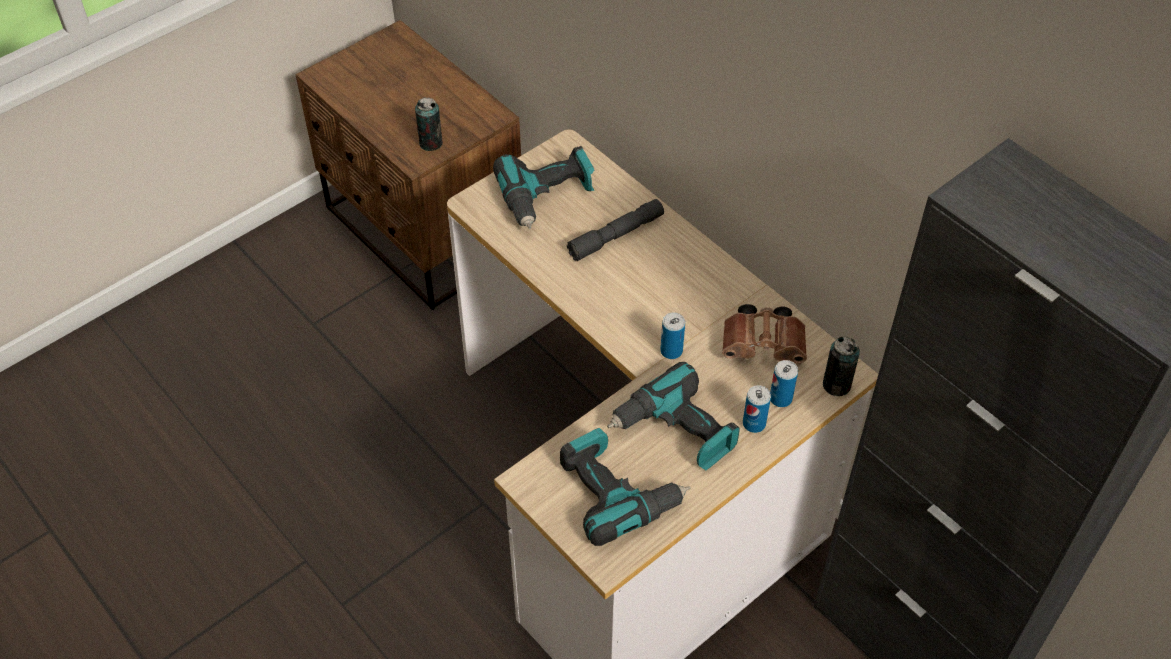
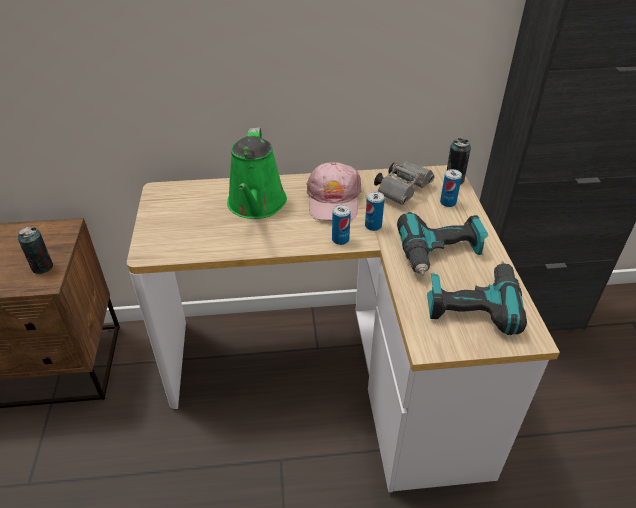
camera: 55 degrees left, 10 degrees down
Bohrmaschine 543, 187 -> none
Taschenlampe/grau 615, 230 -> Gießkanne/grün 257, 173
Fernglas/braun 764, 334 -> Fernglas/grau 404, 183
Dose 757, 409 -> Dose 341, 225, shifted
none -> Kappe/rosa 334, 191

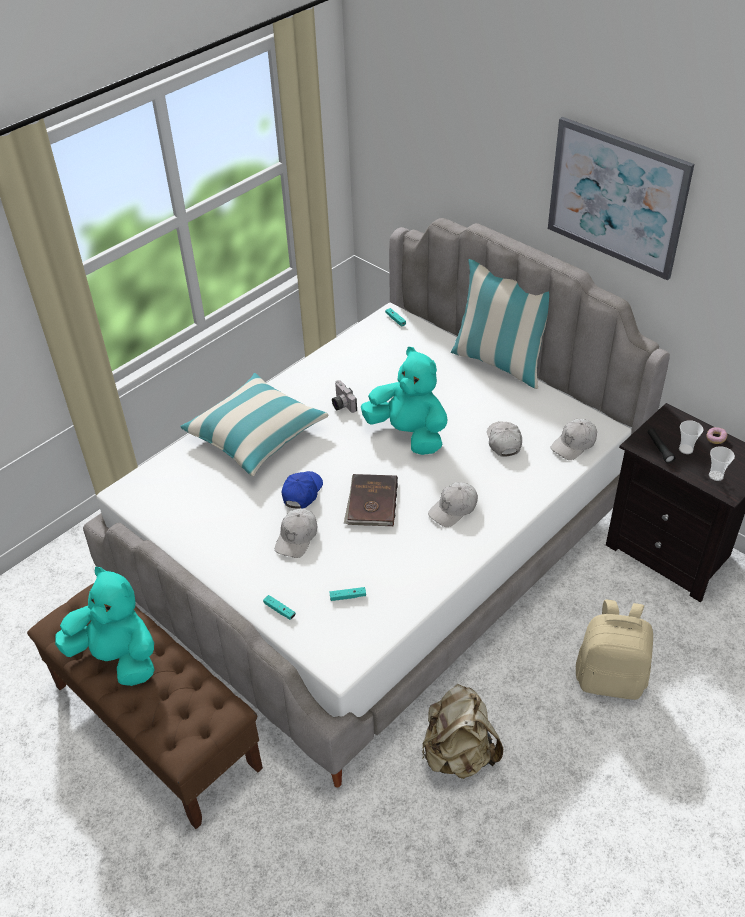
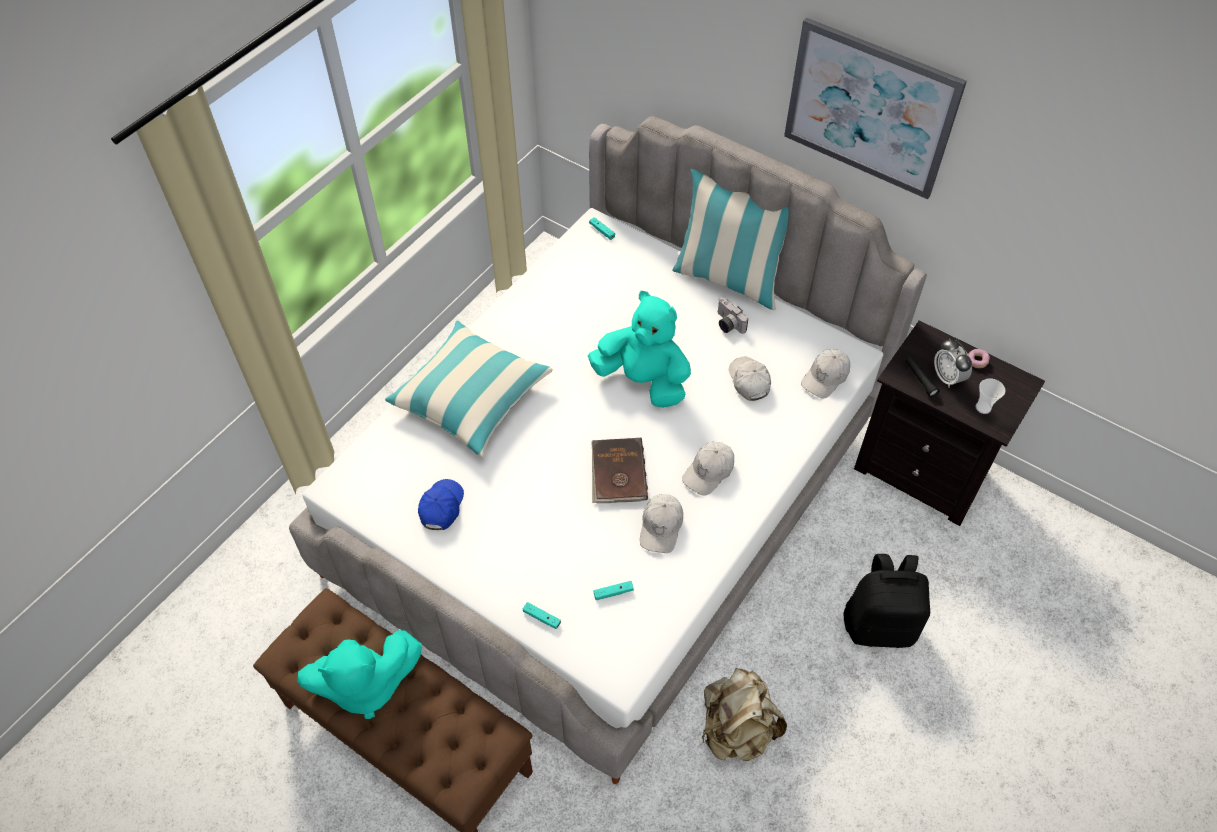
camera: 10 degrees left, 10 degrees up
Plüschtier/türkis 105, 626 -> Plüschtier/türkis 359, 674, 150 degrees clockwise
Kappe/weiß 296, 533 -> Kappe/weiß 661, 523, shifted
Kappe/blau 302, 490 -> Kappe/blau 441, 504, shifted
Kamera 344, 396 -> Kamera 733, 315, shifted
Rucksack/beige 614, 649 -> Rucksack/schwarz 887, 601
Tasse 691, 437 -> Wecker 953, 363

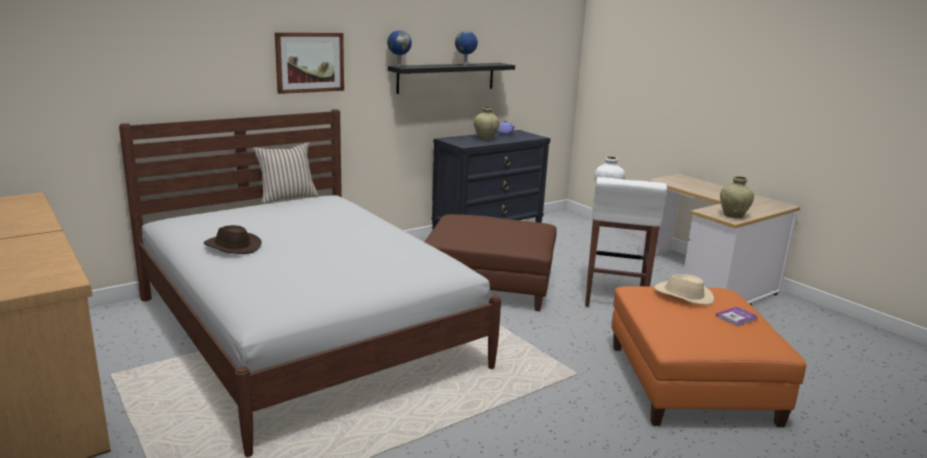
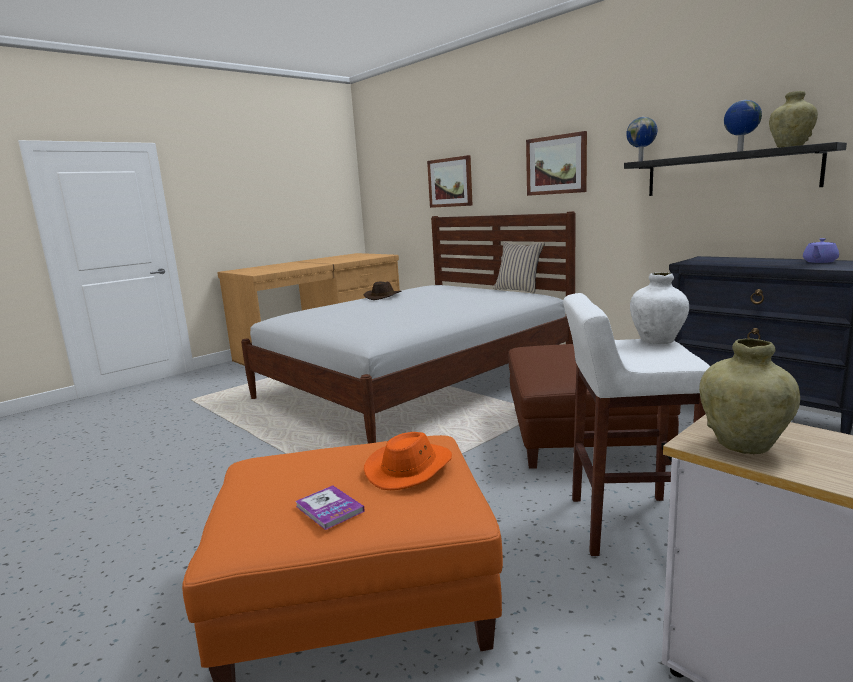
camera: 85 degrees right, 5 degrees down
Vase/beige 486, 124 -> Vase/beige 793, 119, shifted
Hut/beige 684, 289 -> Hut/orange 408, 461
none -> Bild 449, 181

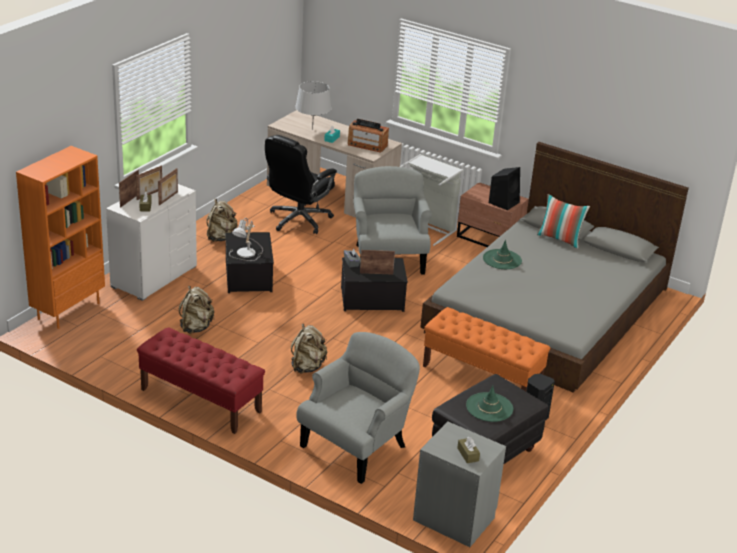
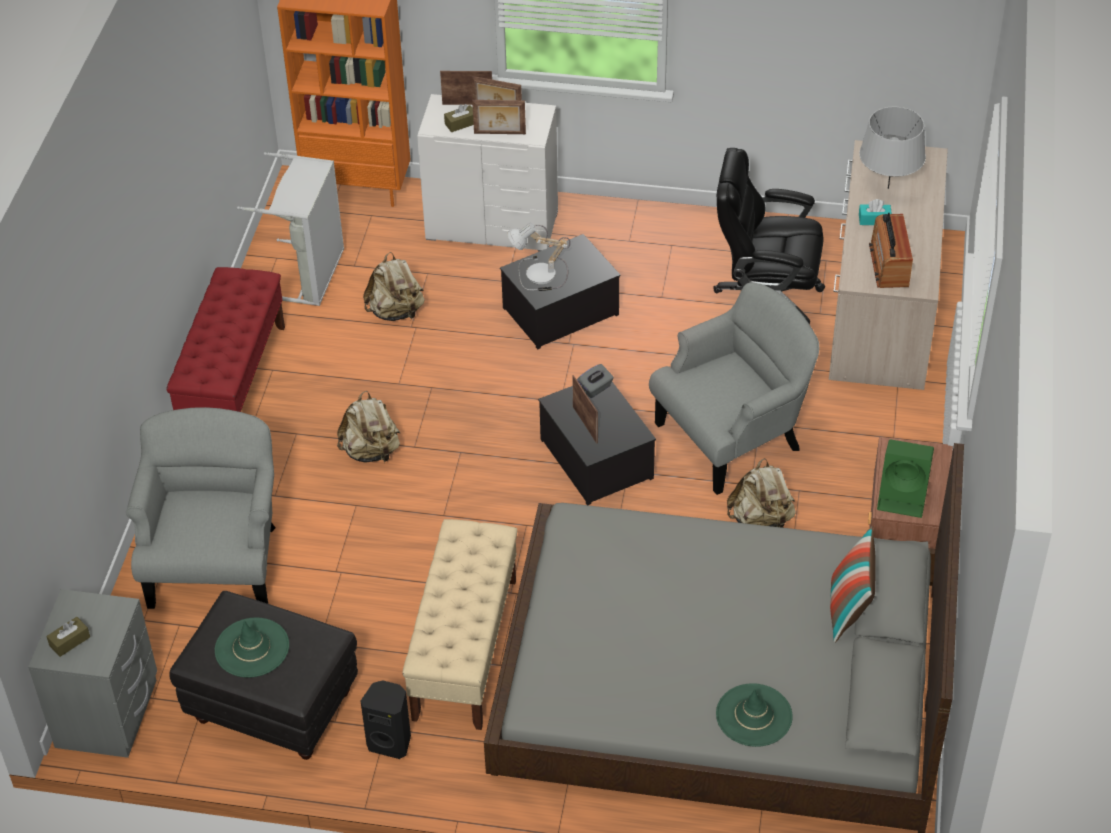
camera: 70 degrees right, 15 degrees up
Rucksack/beige 222, 220 -> Rucksack/beige 761, 493, shifted
Sessel/grau 358, 408 -> Sessel/grau 201, 508, 105 degrees counterclockwise
Wäschekorb/grau 431, 200 -> Wäschekorb/grau 290, 229, shifted
Bank/orange 486, 349 -> Bank/beige 459, 624
Hut/grün 502, 254 -> Hut/grün 754, 715, shifted
Lautsprecher/schwarz 504, 188 -> Lautsprecher/grün 905, 478

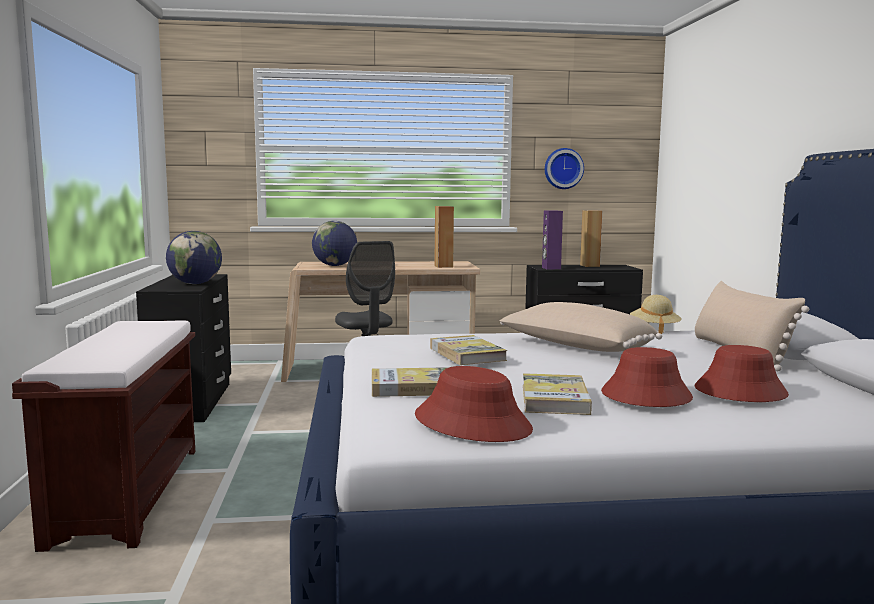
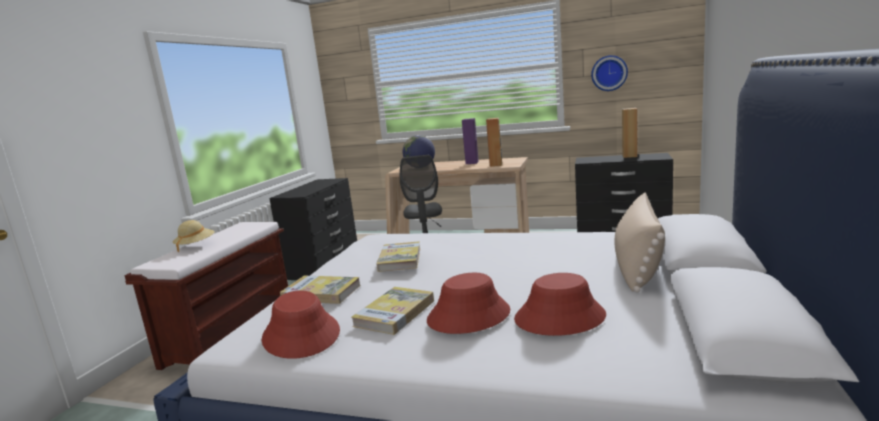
camera: 25 degrees right, 5 degrees up
Globus 194, 257 -> none
Kissen/beige 581, 327 -> none
Lautsprecher/lila 552, 240 -> Lautsprecher/lila 470, 141, shifted
Hut/beige 656, 314 -> Hut/beige 194, 236, shifted

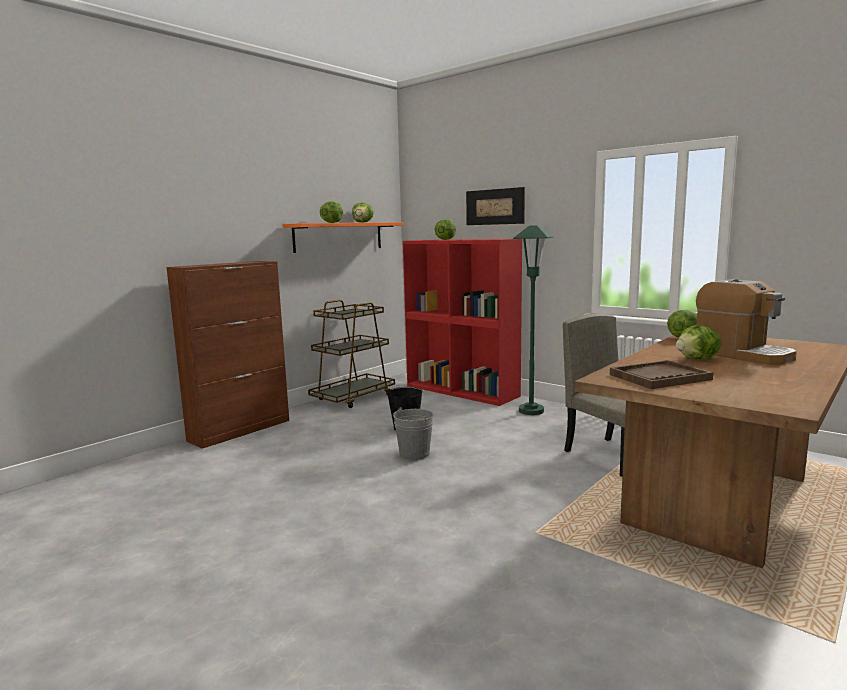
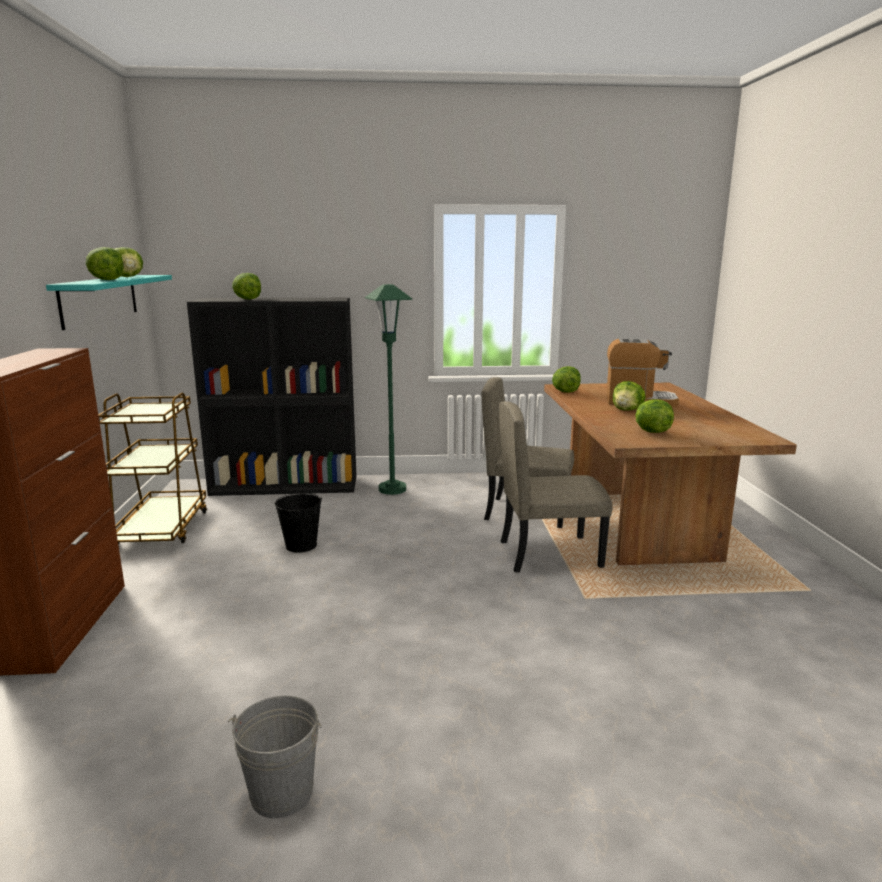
camera: 45 degrees left, 5 degrees up
Wandregal/orange 343, 237 -> Wandregal/türkis 109, 302
Eimer/grau 413, 433 -> Eimer/grau 275, 757, shifted
Bücherregal/rot 462, 322 -> Bücherregal/schwarz 272, 397
Bild 495, 206 -> none
Tablett/braun 661, 374 -> Salatkopf 654, 416
none -> Stuhl/beige 556, 486

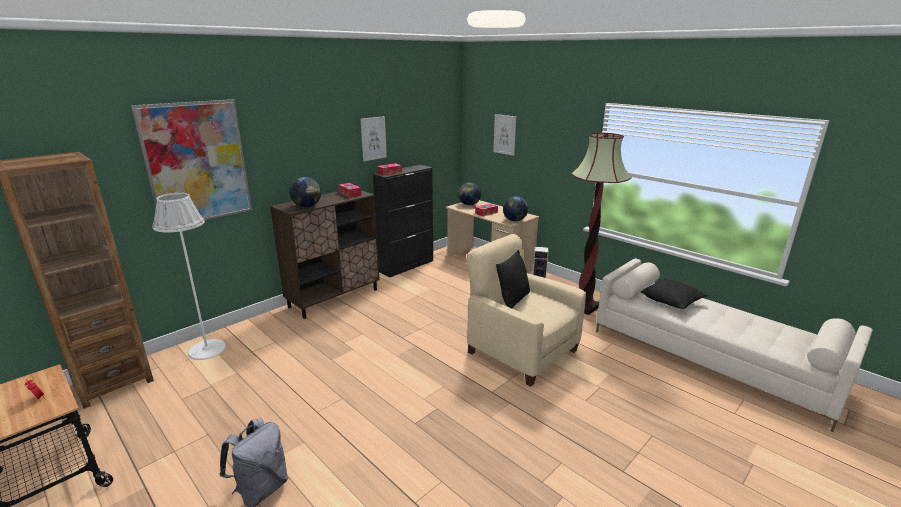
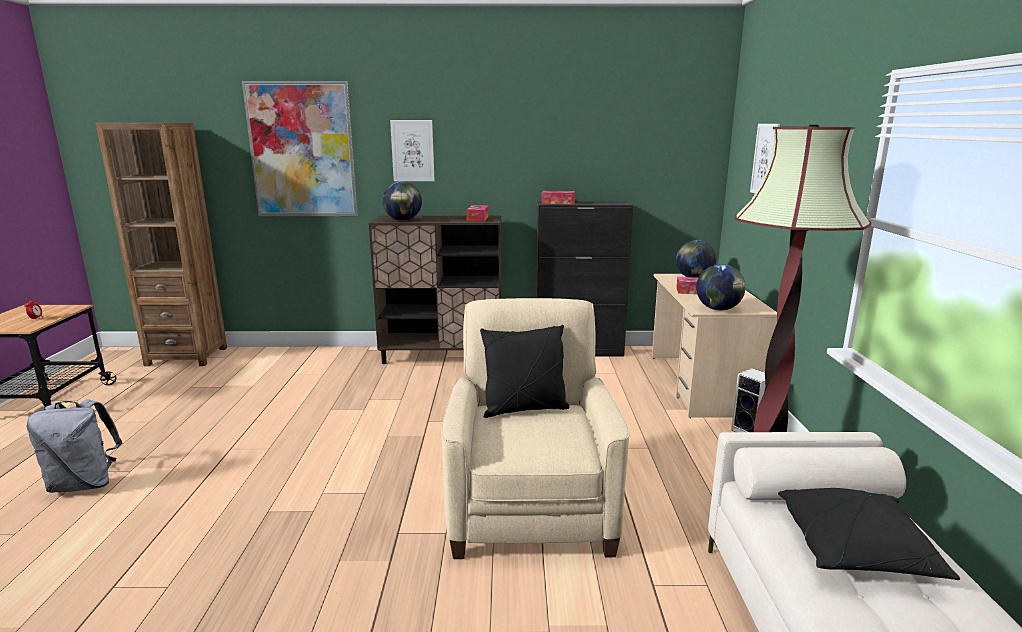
camera: 45 degrees right, 5 degrees down
Stehlampe/weiß 189, 276 -> none
Bild 374, 138 -> Bild 412, 150, shifted

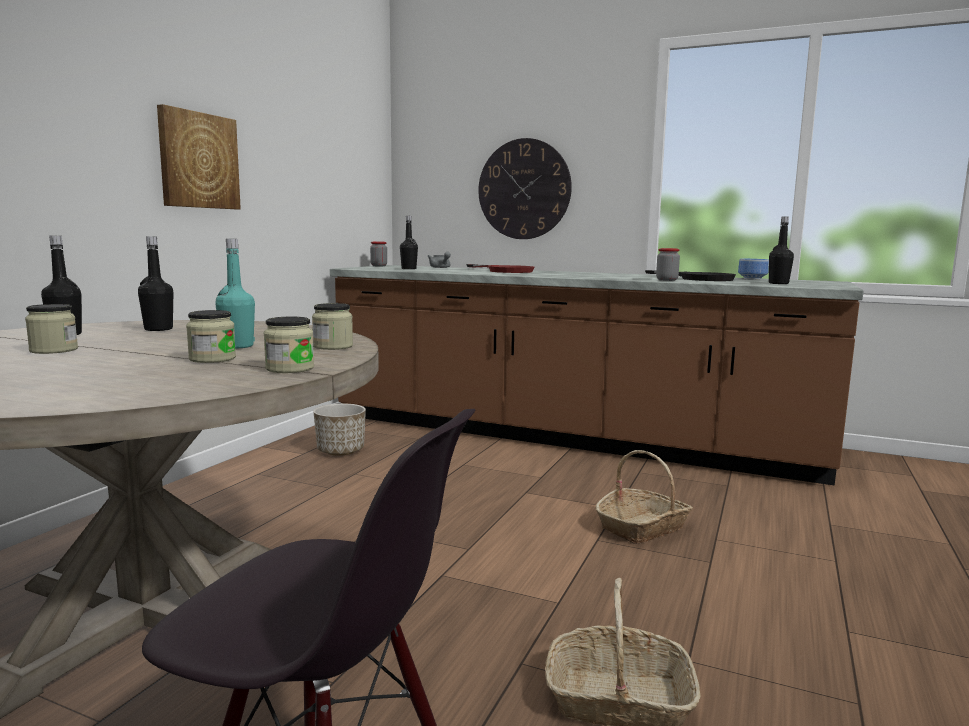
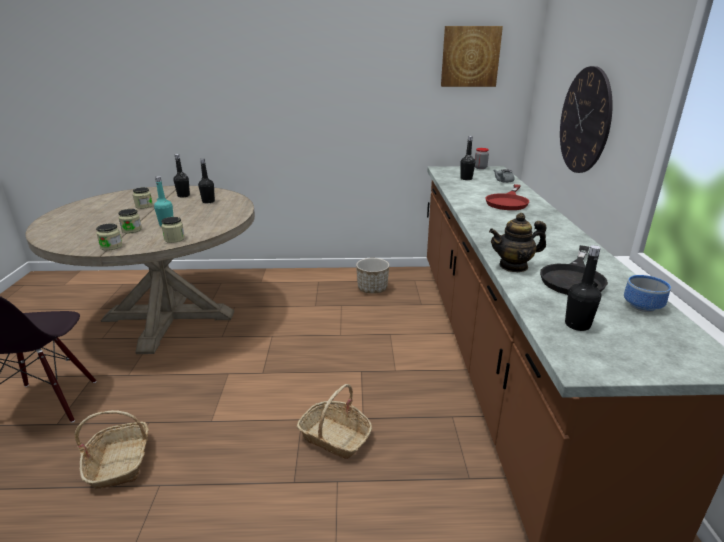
camera: 65 degrees right, 15 degrees up
Bild 199, 156 -> Bild 472, 56, shifted
Vorratsglas 668, 264 -> Teekanne 517, 242

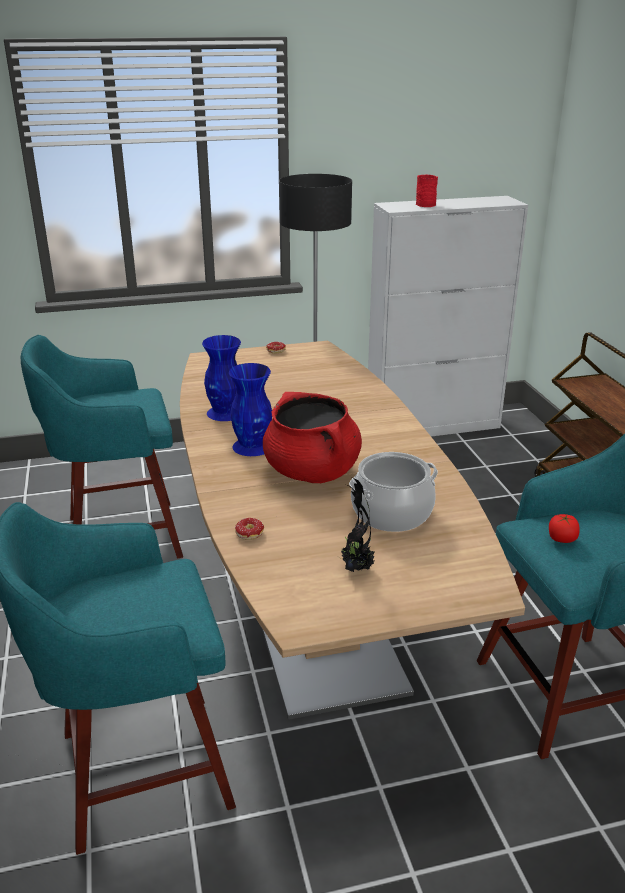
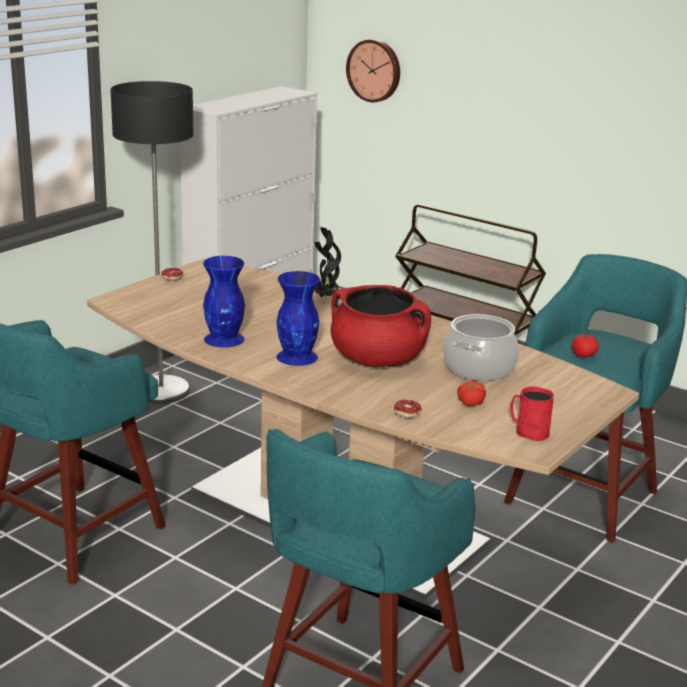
camera: 40 degrees left, 5 degrees down
Topfpflanze 356, 524 -> Topfpflanze 327, 262, shifted
Henkelbecher/rot 427, 191 -> Henkelbecher/rot 532, 413, shifted
none -> Wanduhr 373, 70
none -> Tomate 471, 393

